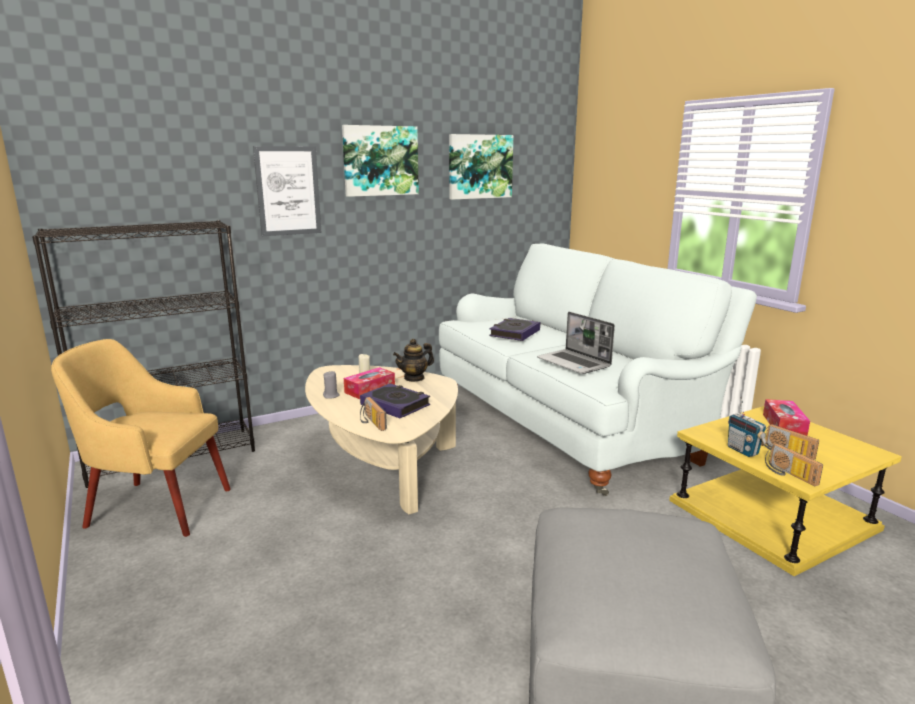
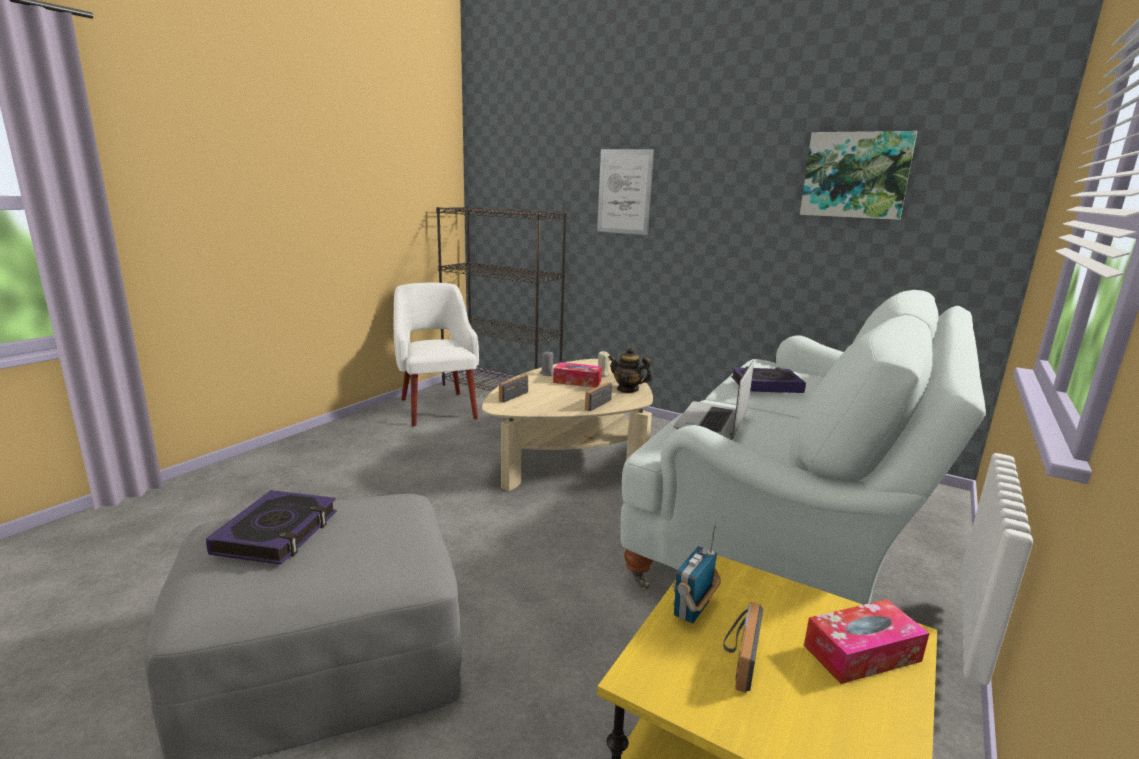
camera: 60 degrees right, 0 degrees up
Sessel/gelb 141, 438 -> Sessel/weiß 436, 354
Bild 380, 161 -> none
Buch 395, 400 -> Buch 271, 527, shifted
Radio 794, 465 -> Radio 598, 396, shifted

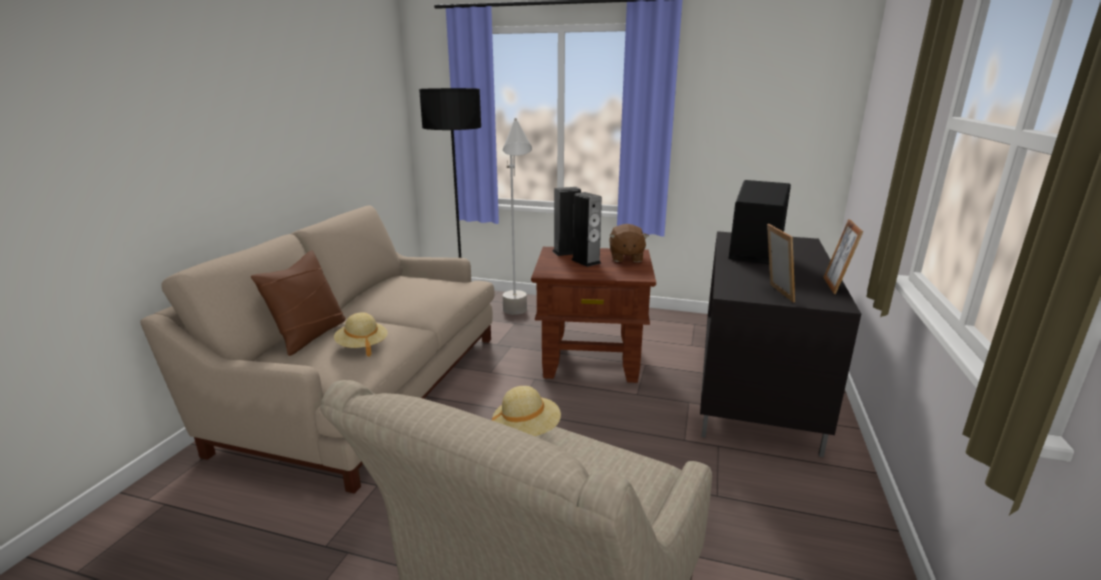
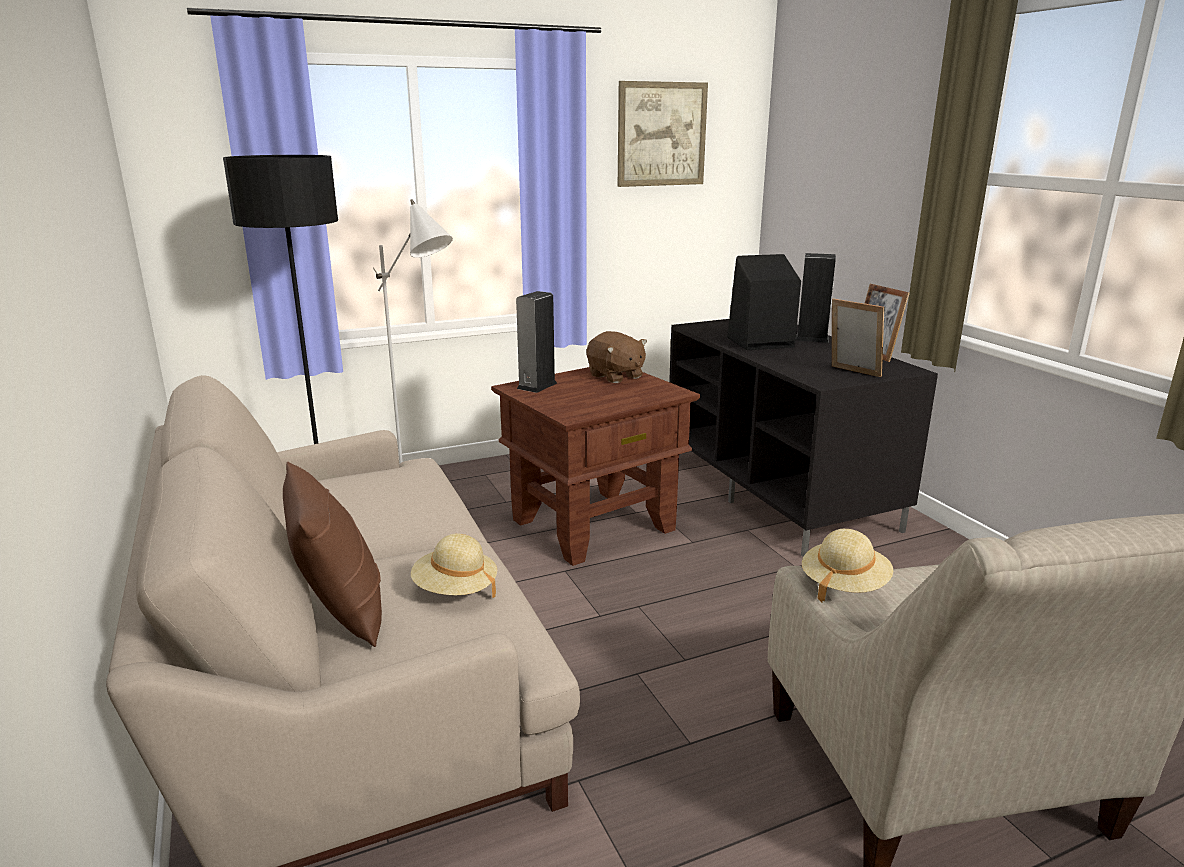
camera: 40 degrees left, 0 degrees up
Lautsprecher 586, 229 -> Lautsprecher 816, 298, shifted
none -> Bild 663, 134

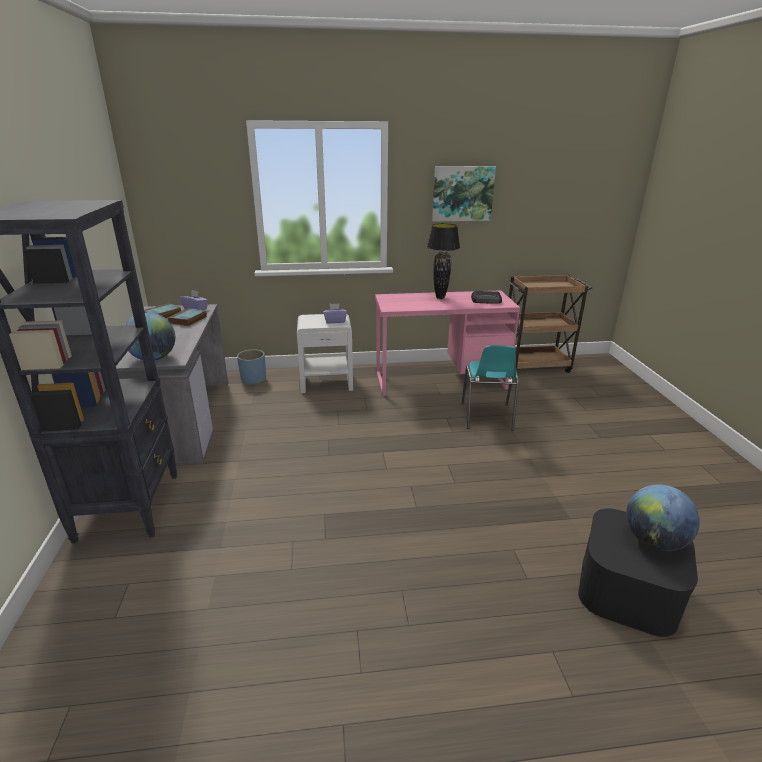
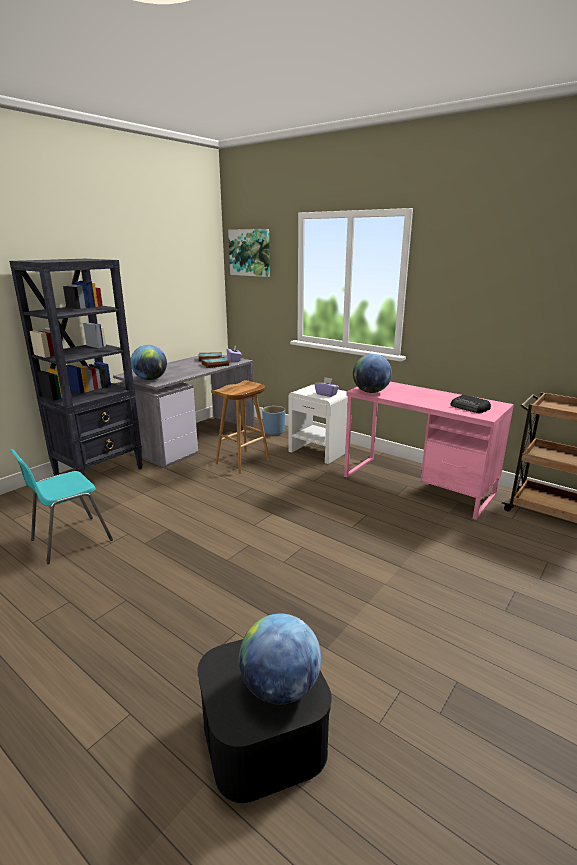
camera: 45 degrees right, 5 degrees down
Tischlampe/schwarz 443, 261 -> none
Bild 464, 194 -> Bild 249, 253, shifted
Stuhl/türkis 490, 388 -> Stuhl/türkis 61, 506, shifted
none -> Hocker/braun 240, 427
none -> Globus 372, 373

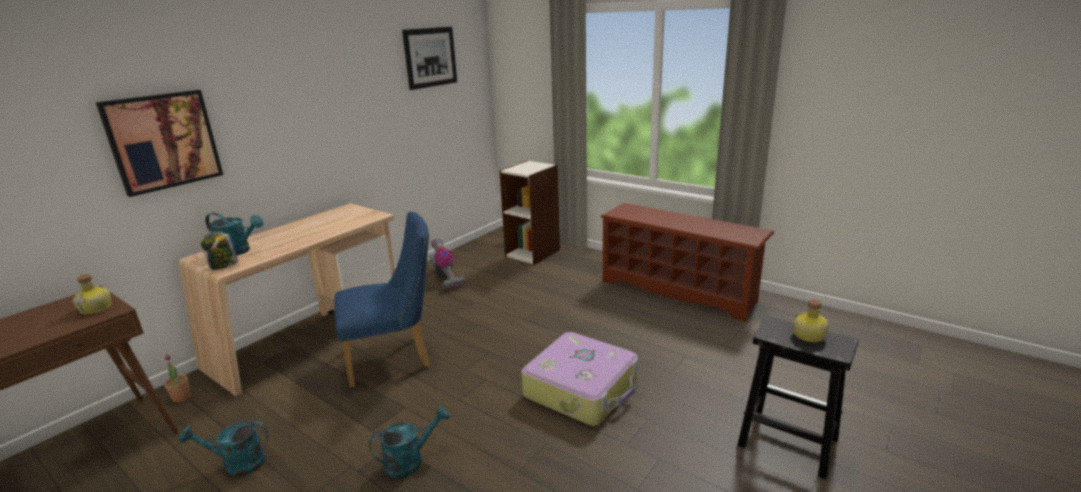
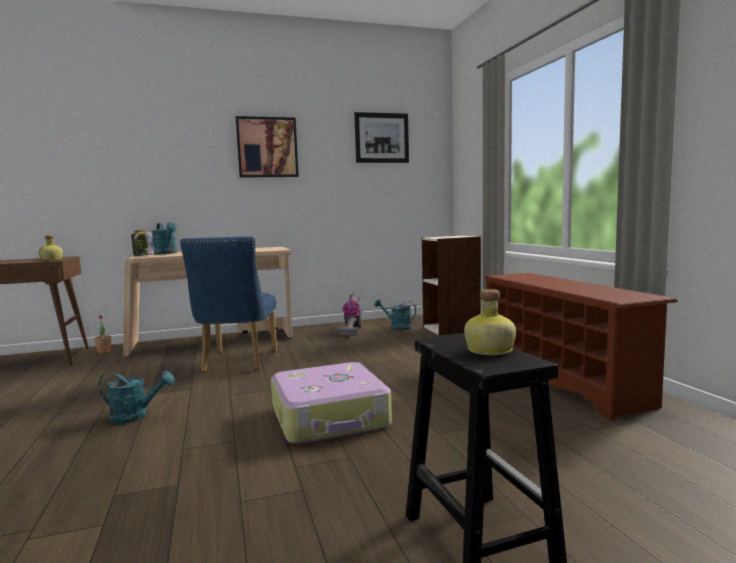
camera: 35 degrees right, 15 degrees down
Bild 159, 143 -> Bild 267, 147, shifted
Gießkanne/türkis 224, 448 -> Gießkanne/türkis 395, 314, shifted
Stuhl/blau 382, 299 -> Stuhl/blau 228, 304, 75 degrees clockwise

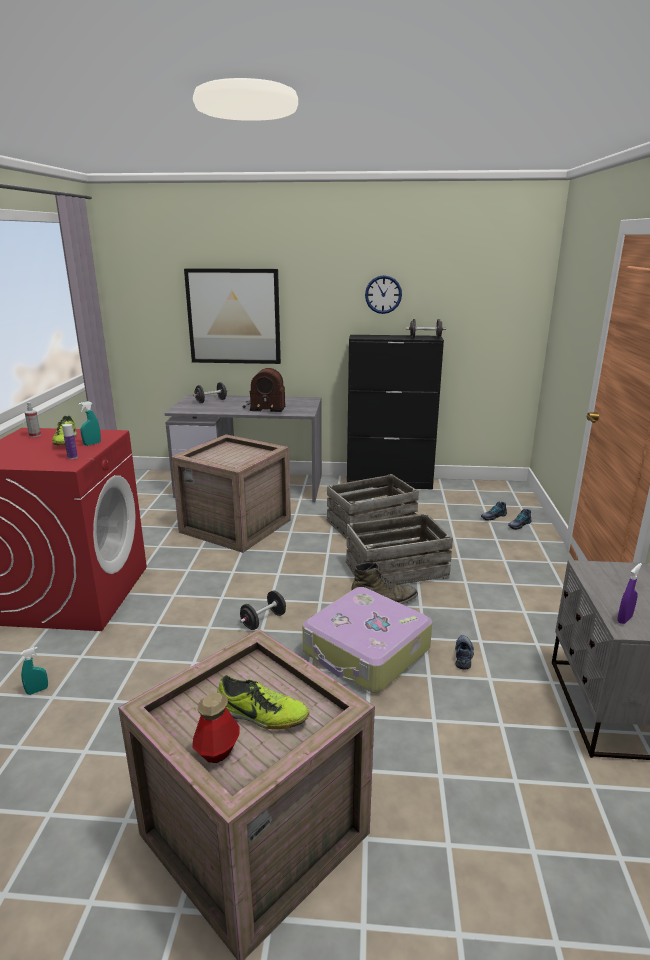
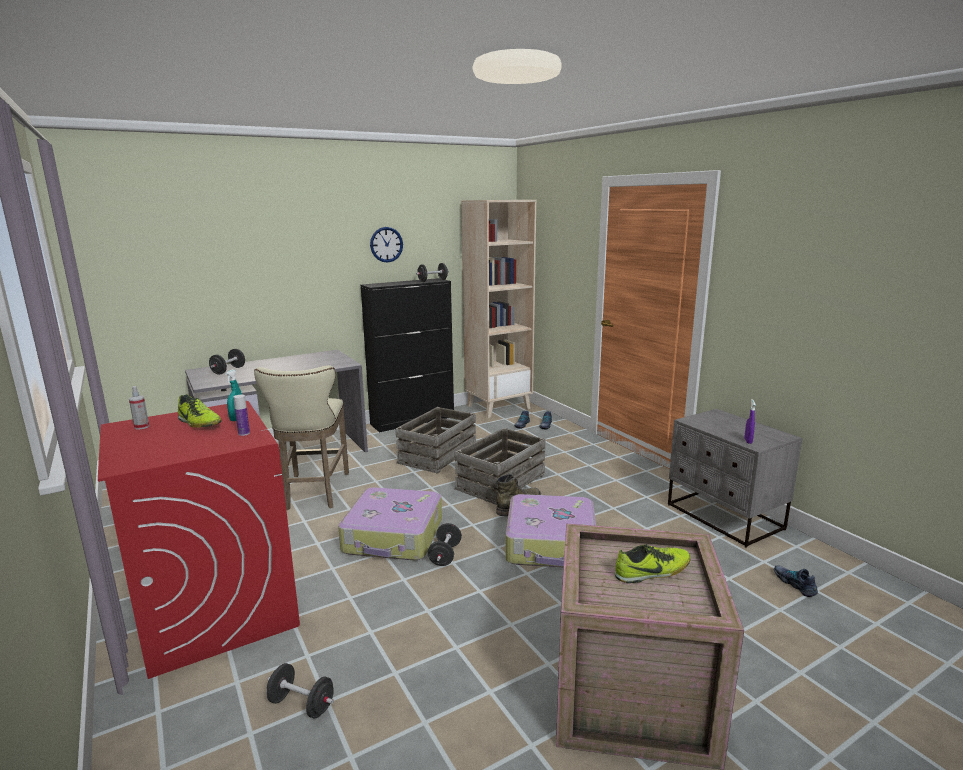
camera: 35 degrees left, 5 degrees down
Sprühflasche/türkis 34, 671 -> Hantel/schwarz 300, 691
Kiste 231, 493 -> Hocker/beige 301, 437
Bild 232, 316 -> none
Flasche 215, 727 -> none
Radio 264, 390 -> none
Schuh 464, 652 -> Schuh 796, 581, shifted
none -> Koffer 390, 523
none -> Bücherregal/beige 498, 309

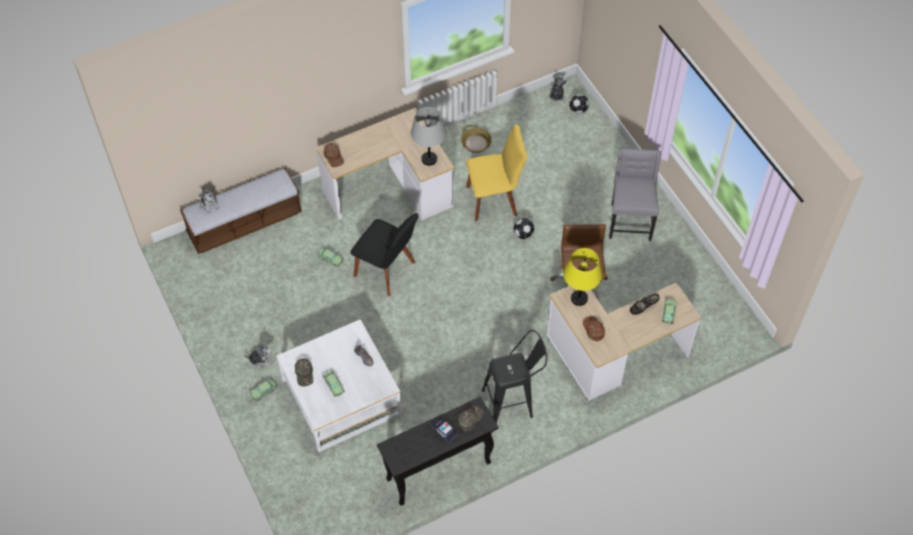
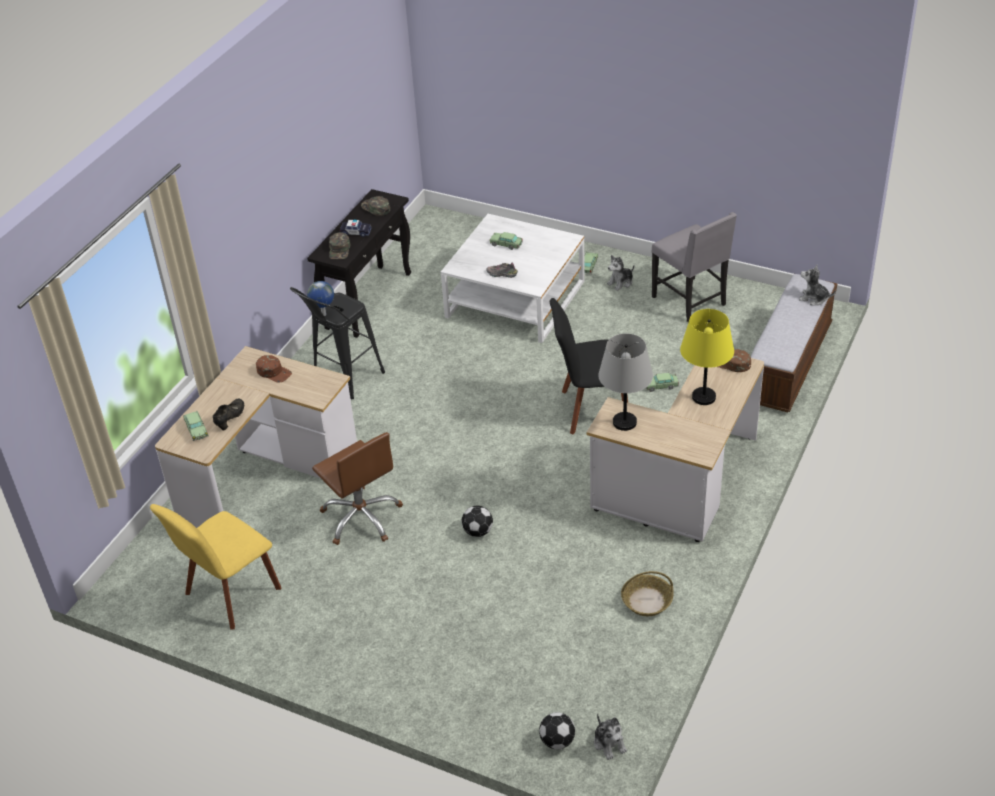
camera: 145 degrees right, 15 degrees down
Kappe/grün 304, 372 -> Kappe/grün 375, 206, shifted
Stuhl/gelb 497, 172 -> Stuhl/gelb 215, 566, shifted
Tischlampe/gelb 583, 277 -> Tischlampe/gelb 707, 357, shifted
Stuhl/grau 635, 195 -> Stuhl/grau 694, 267, shifted
none -> Globus 320, 298

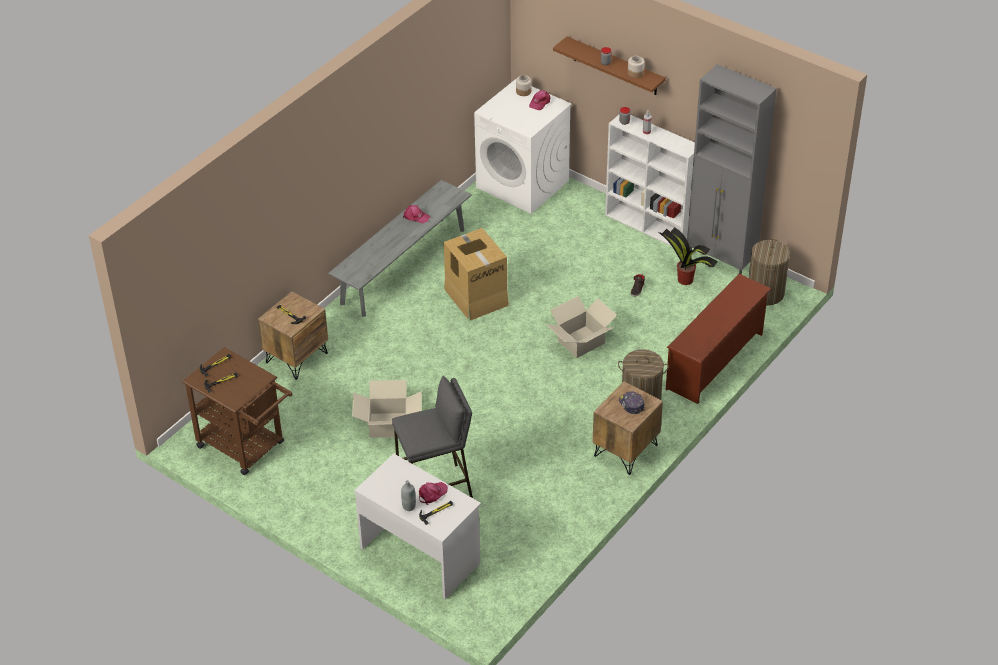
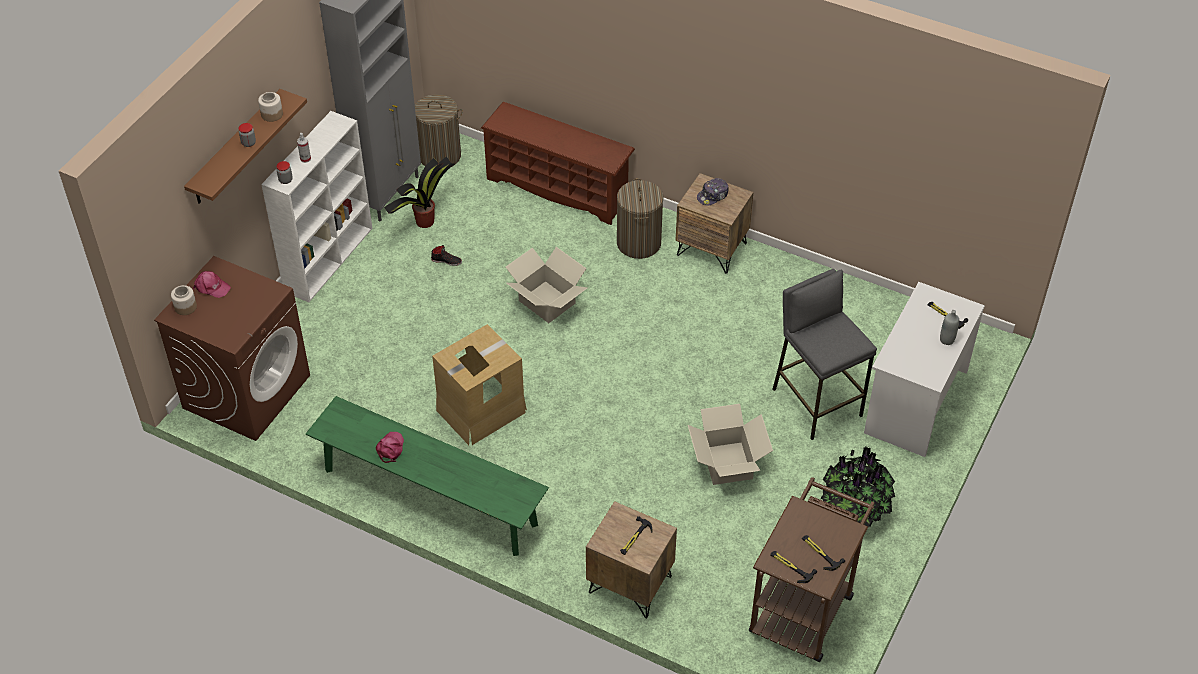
camera: 100 degrees left, 5 degrees up
Bank/grau 400, 248 -> Bank/grün 427, 476
Kappe/rosa 433, 493 -> none
Waschmaschine/weiß 523, 146 -> Waschmaschine/braun 232, 348
none -> Topfpflanze 858, 487

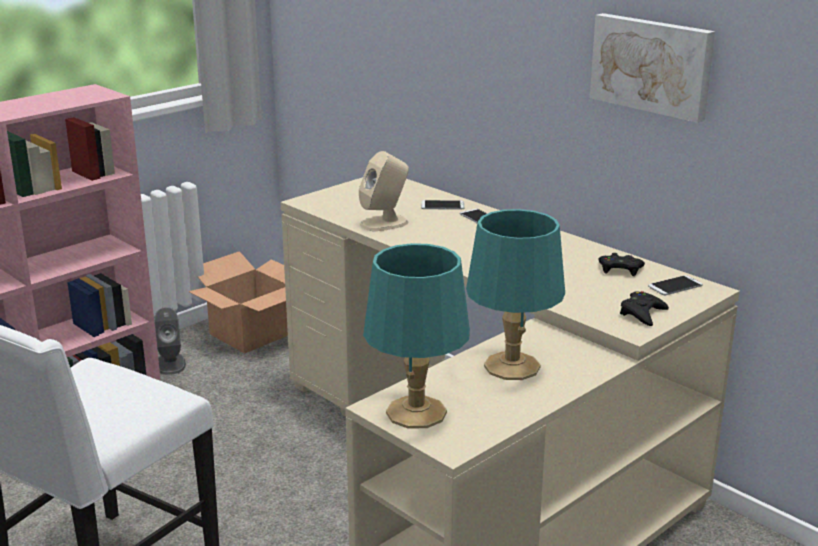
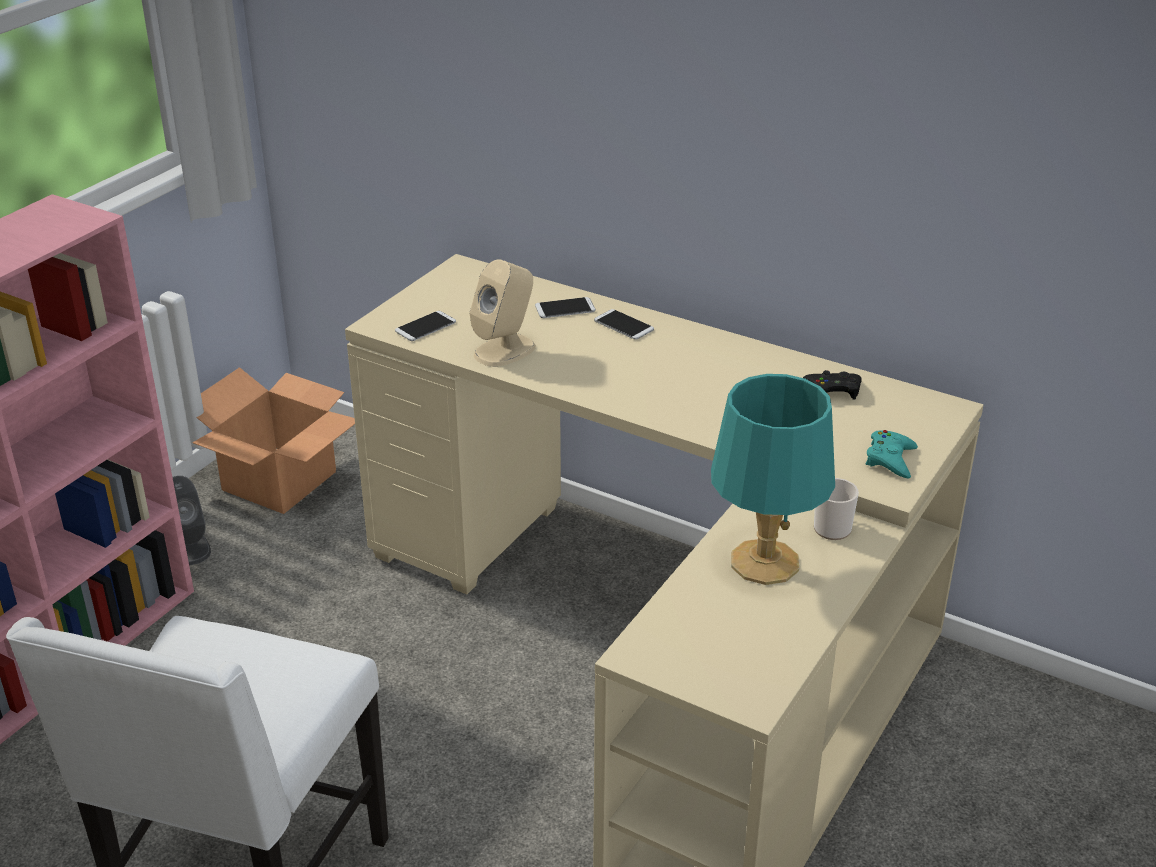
camera: 15 degrees left, 10 degrees up
Tischlampe/türkis 416, 336 -> none
Bild 652, 68 -> none
Gamepad/schwarz 644, 308 -> Gamepad/türkis 892, 454
Handy 675, 285 -> Handy 425, 326, shifted
none -> Henkelbecher 836, 509

